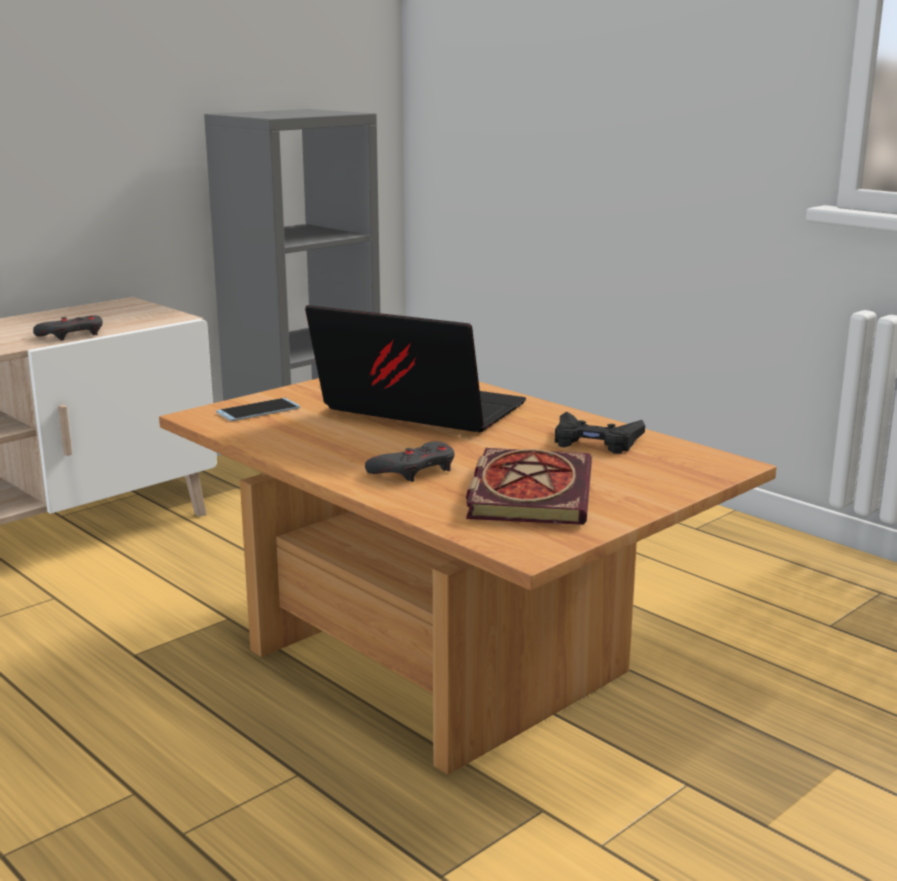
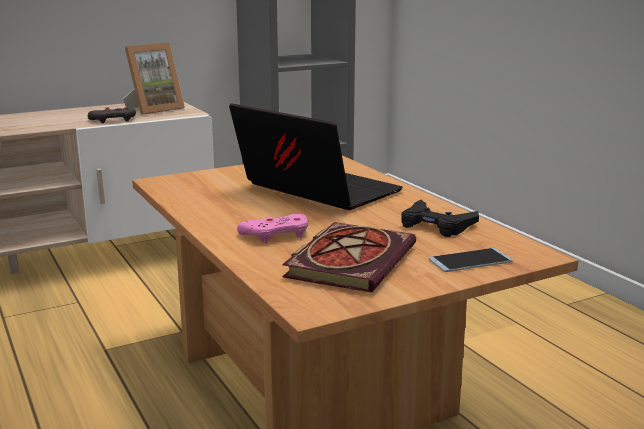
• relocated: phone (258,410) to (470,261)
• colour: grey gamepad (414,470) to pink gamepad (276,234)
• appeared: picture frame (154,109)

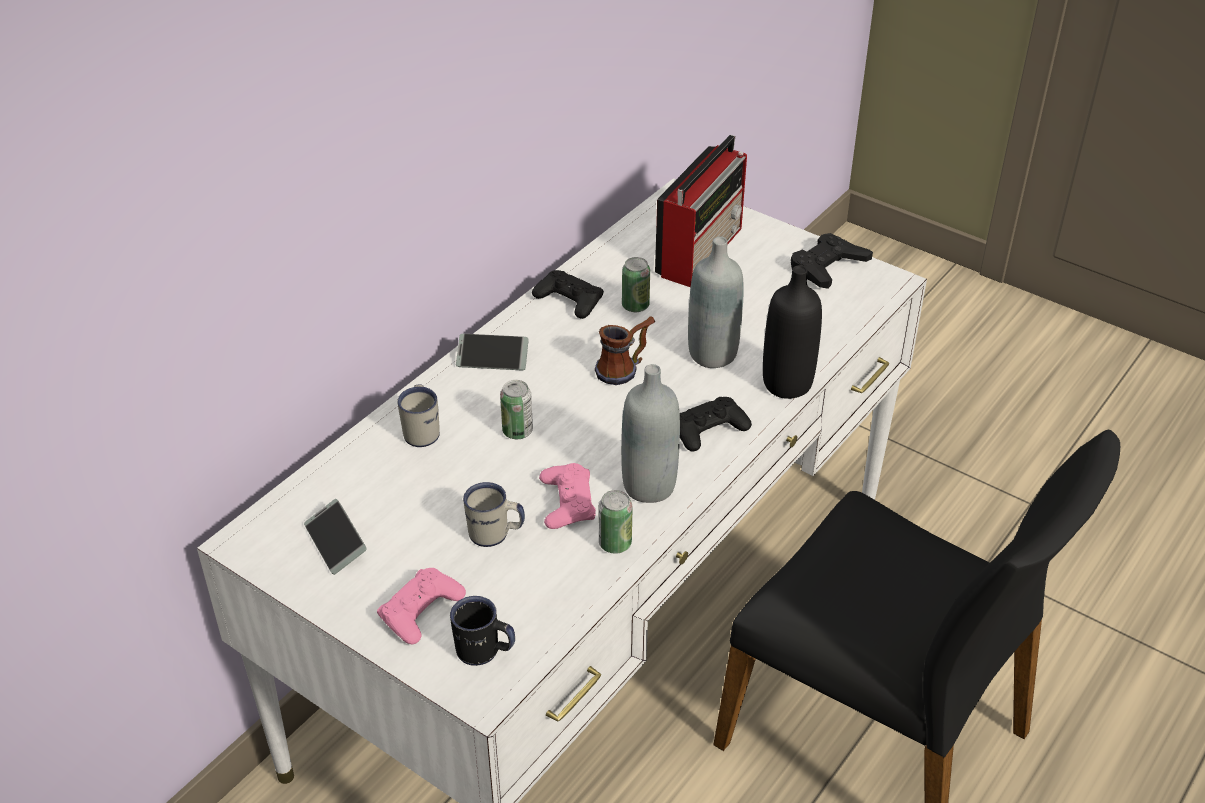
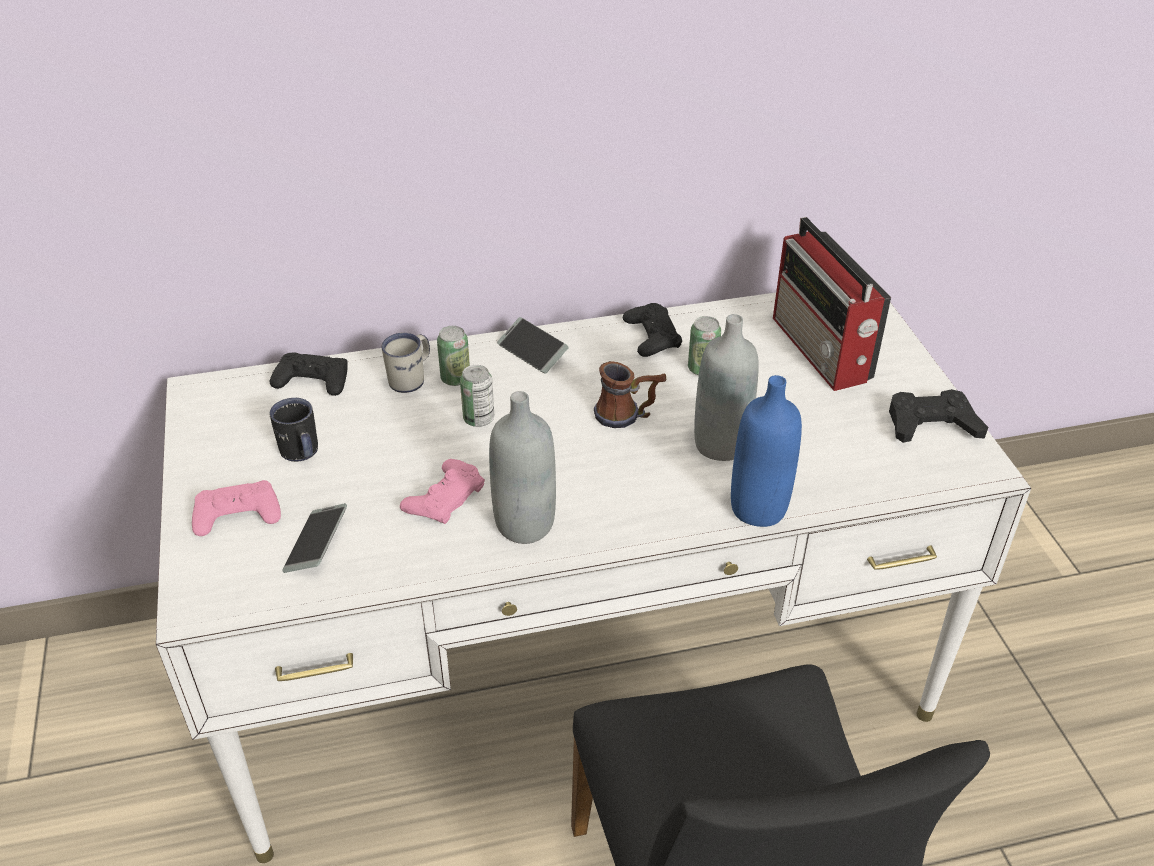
• relocated: phone (336,542) to (316,544)
• relocated: blackish tea mug (484,652) to (301,454)
• missing: white-coloured tea mug (495,535)
• relocated: can (615,543) to (455,378)
• spun: radio (701,250) = (822,351) 90 degrees clockwise
• relocated: blackish gamepad (709,429) to (312,380)
• colour: blackish bottle (787,384) to bluish bottle (758,508)

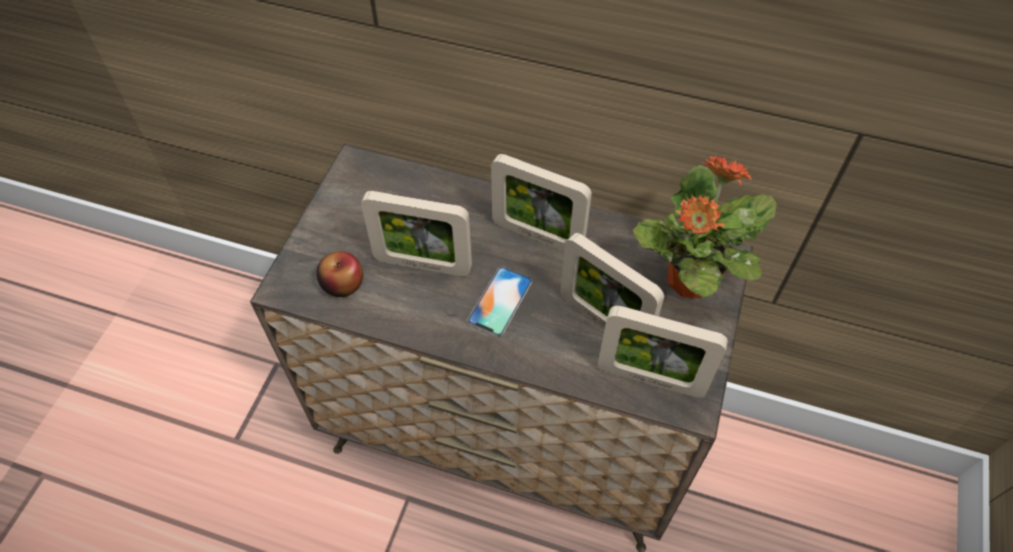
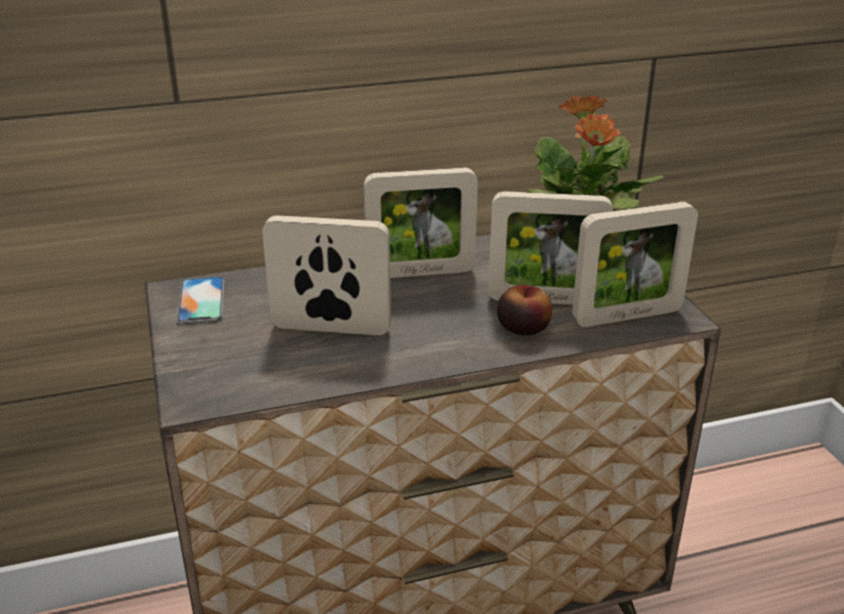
• relocated: apple fruit (343,283) to (523,328)
• spun: picture frame (423,265) = (331,328) 150 degrees counterclockwise
• relocated: phone (500,301) to (201,300)

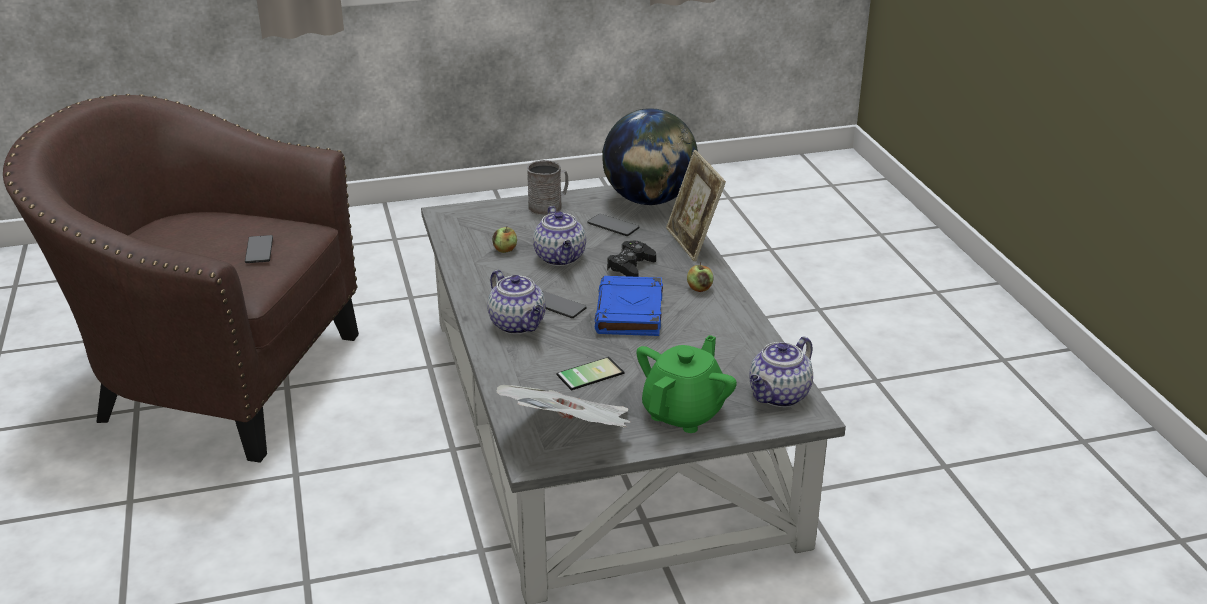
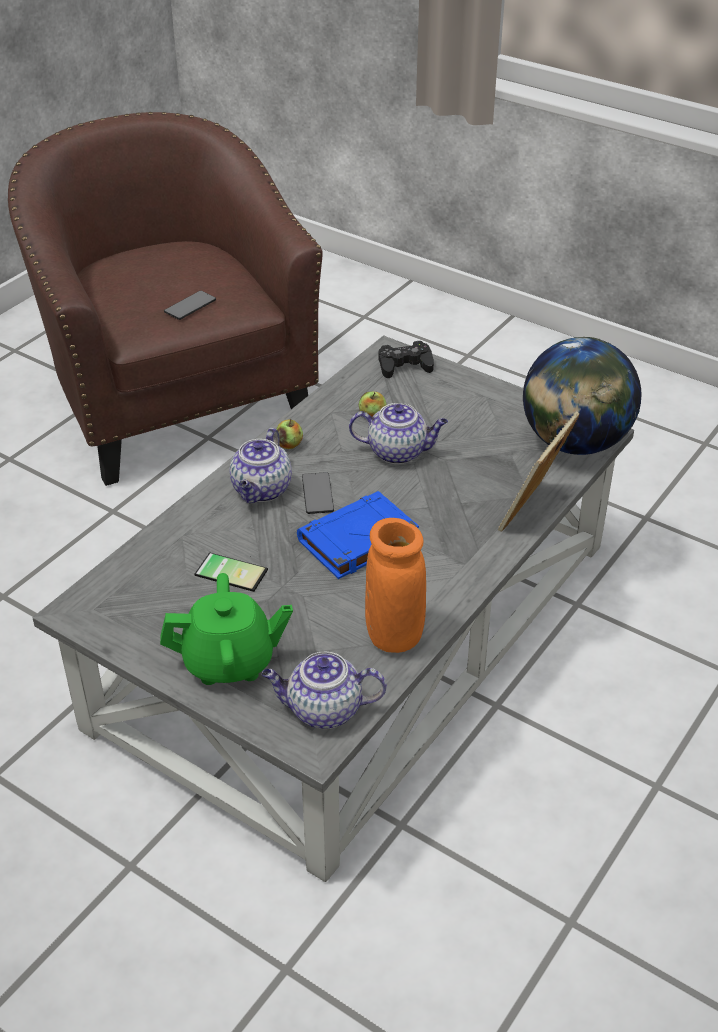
• missing: printed paper (571,435)
• missing: grey tea mug (549,206)
• spun: teapot (560,258) = (398,452) 120 degrees counterclockwise
• missing: phone (613,226)
• relocated: blackish gamepad (631,266) to (404,365)
• relocated: apple fruit (699,288) to (289,444)
• appeared: orange-coloured decorative vase (394,634)

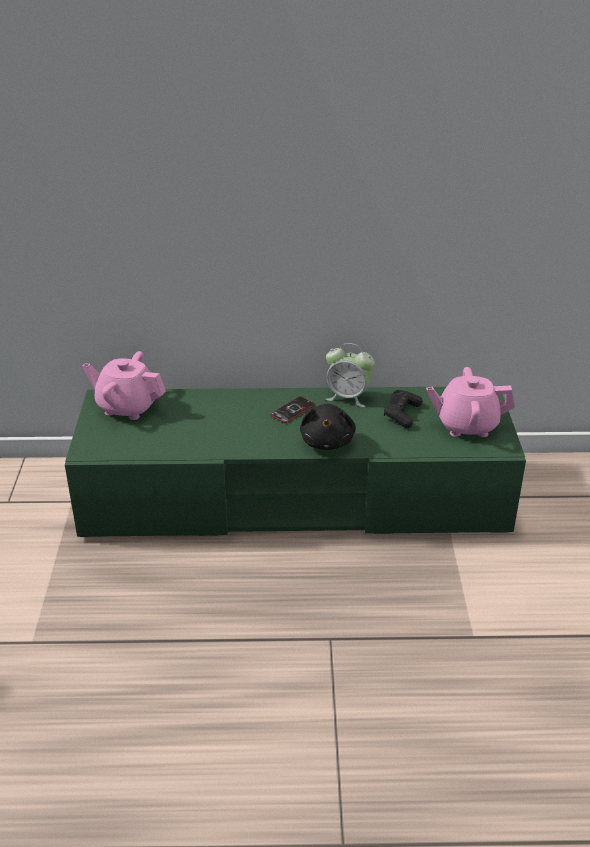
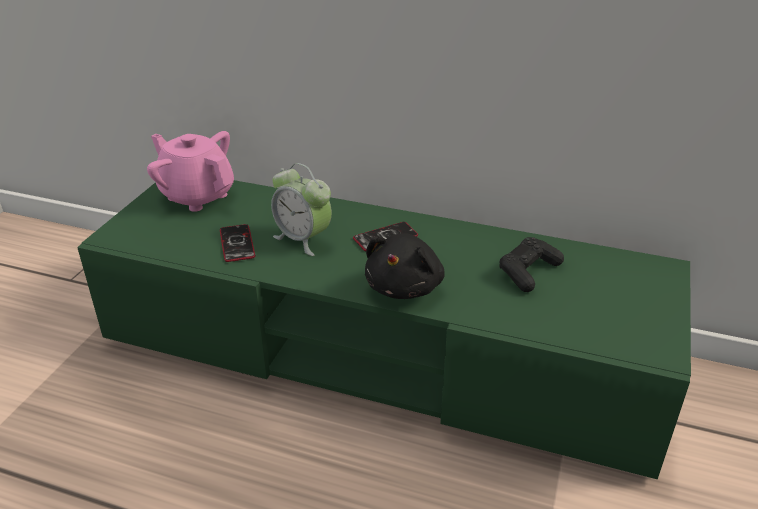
• relocated: alarm clock (348,397) to (303,239)
• missing: pink teapot (466,425)
• appeared: phone (237,244)

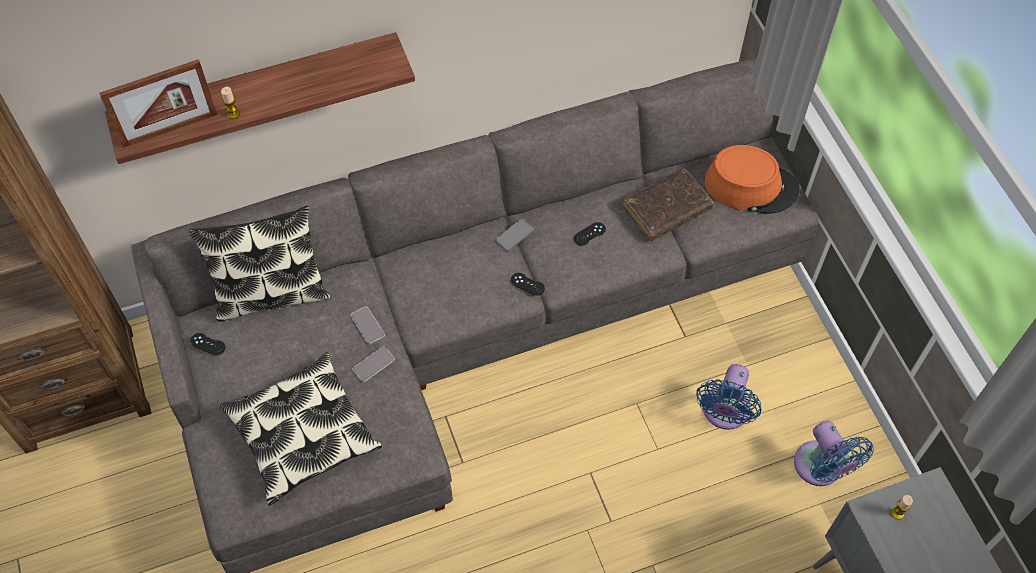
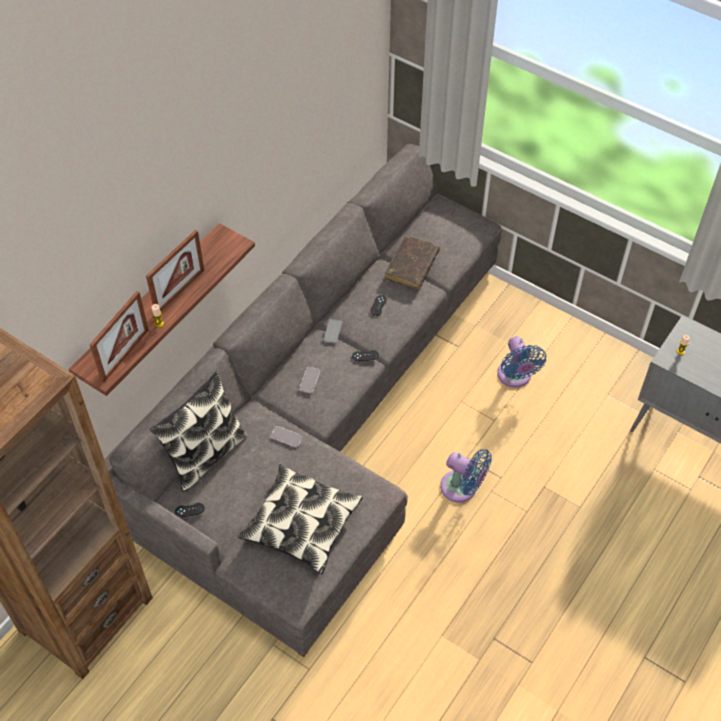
• relocated: phone (373,364) to (309,380)
• missing: orange-coloured clothing hat (751,186)
• relocated: bluish electric fan (821,469) to (462,488)
• appeared: picture frame (180,291)

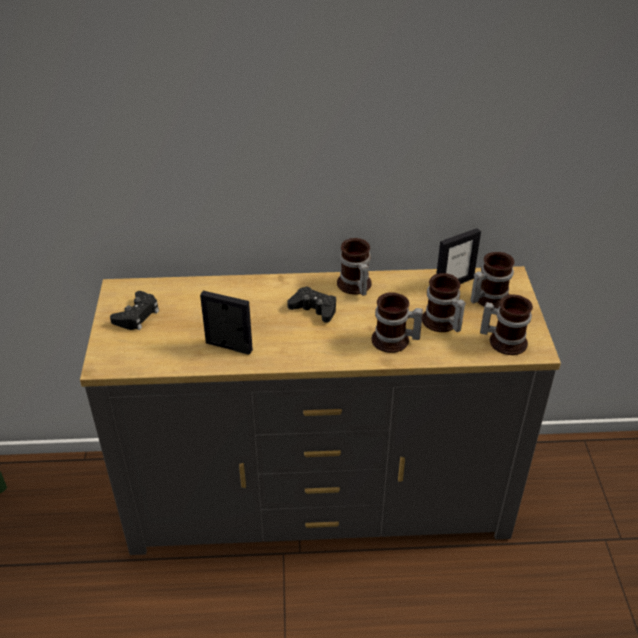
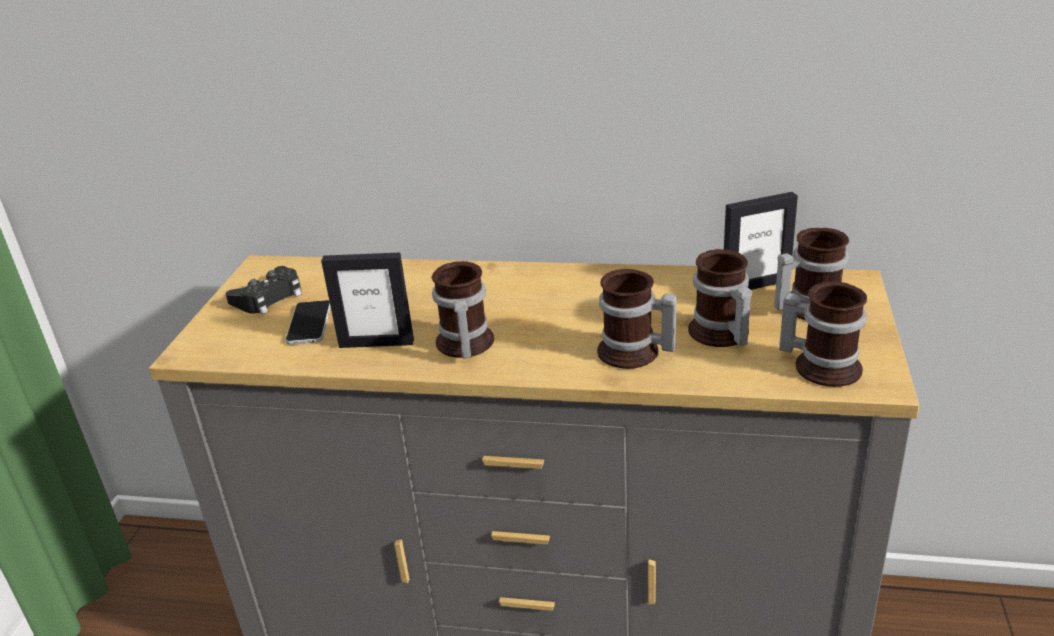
• spun: picture frame (228,347) = (376,343) 150 degrees clockwise
• missing: blackish gamepad (314,309)
• relocated: tea mug (354,286) to (462,345)
• appeared: phone (309,323)

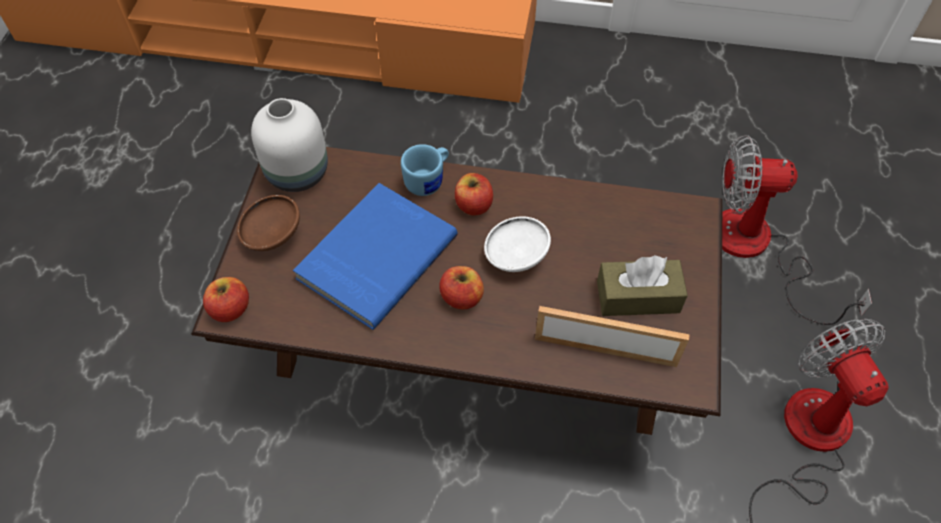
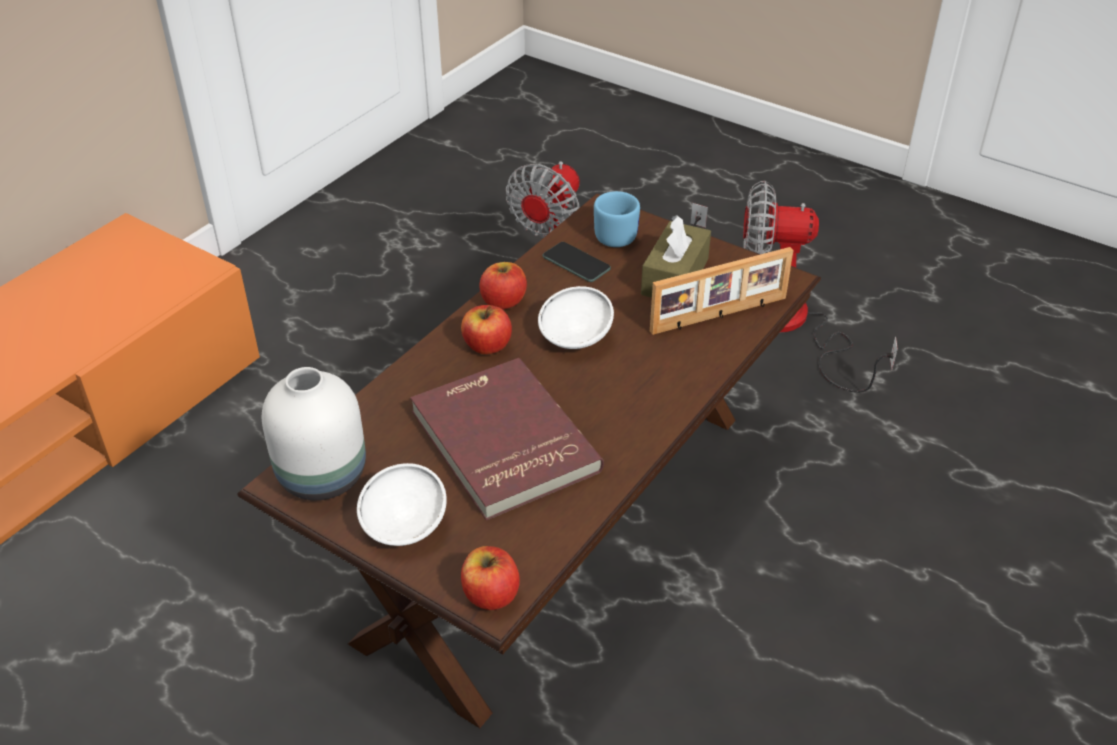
• colour: brown bowl (271,235) to white-coloured bowl (403,526)
• colour: bluish volume (375,256) to red volume (501,442)
• relocated: bluish tea mug (428,180) to (613,234)
• relocated: apple fruit (461,297) to (503,301)
• spun: picture frame (605,348) = (719,316) 150 degrees counterclockwise
• appeared: phone (576,263)

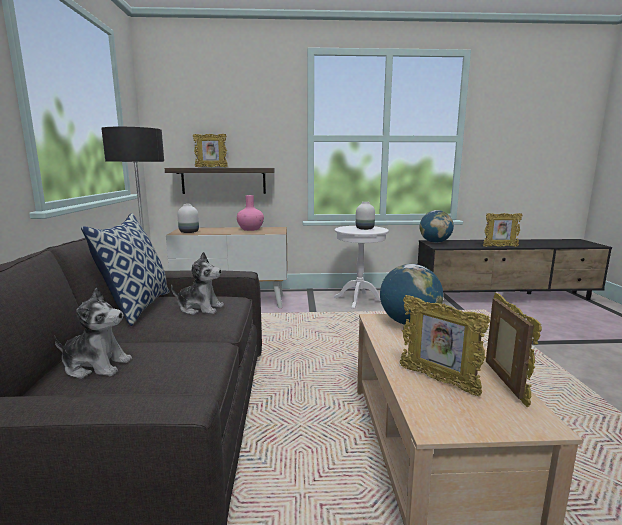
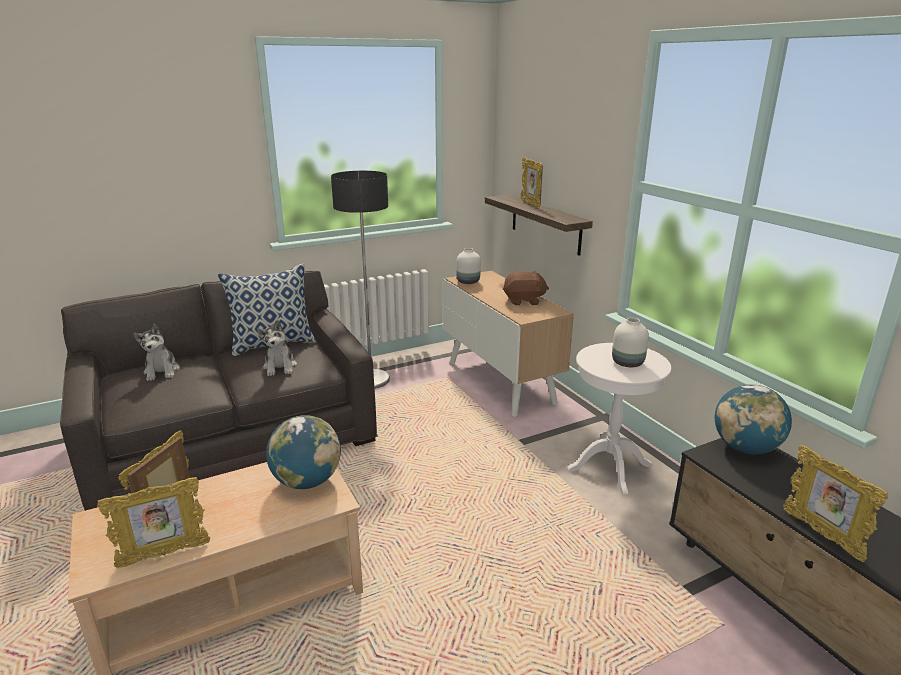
• exchanged: pink decorative vase (250,229) to brown soft toy (524,301)

